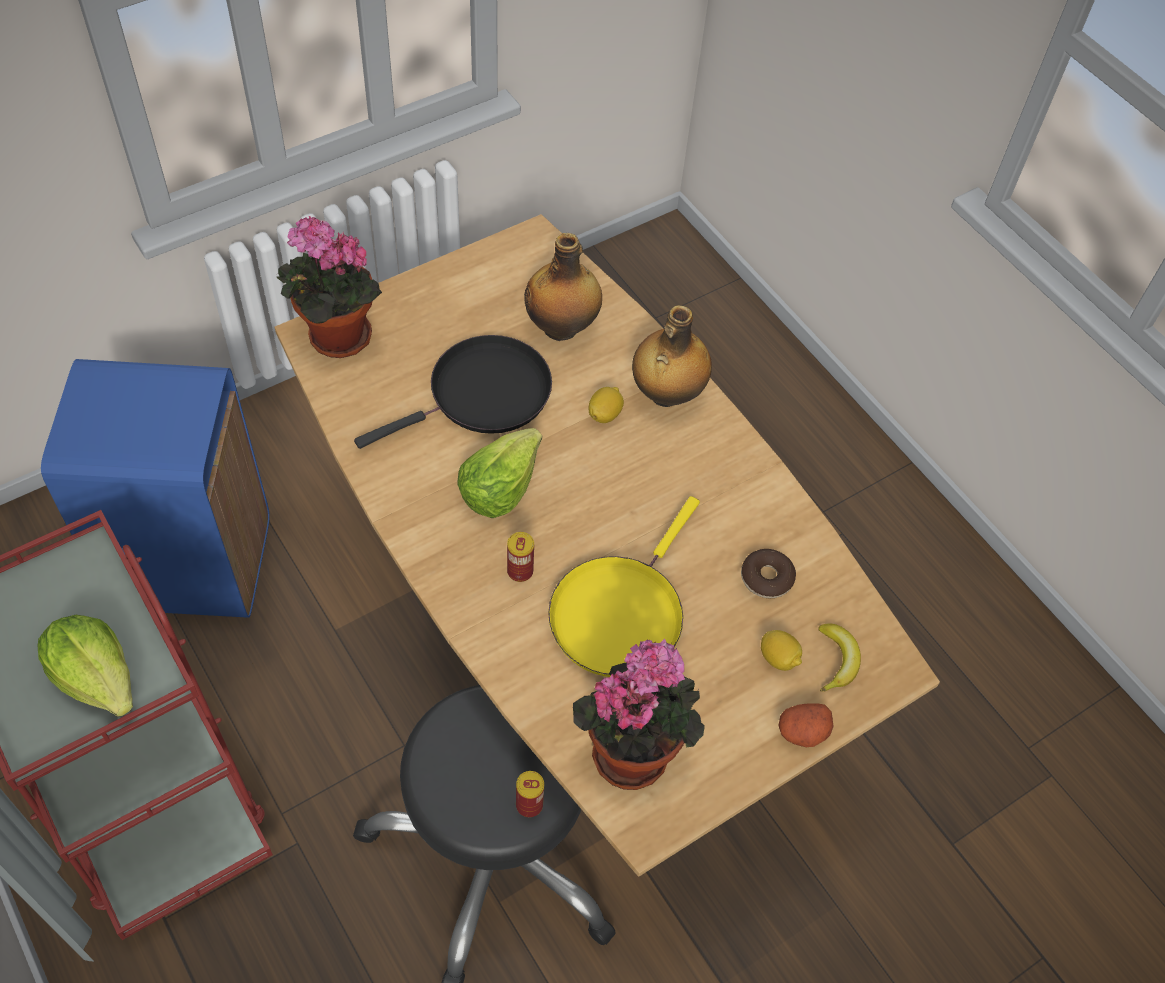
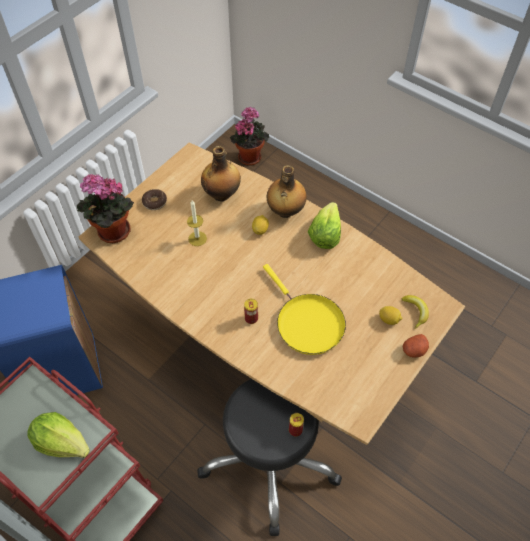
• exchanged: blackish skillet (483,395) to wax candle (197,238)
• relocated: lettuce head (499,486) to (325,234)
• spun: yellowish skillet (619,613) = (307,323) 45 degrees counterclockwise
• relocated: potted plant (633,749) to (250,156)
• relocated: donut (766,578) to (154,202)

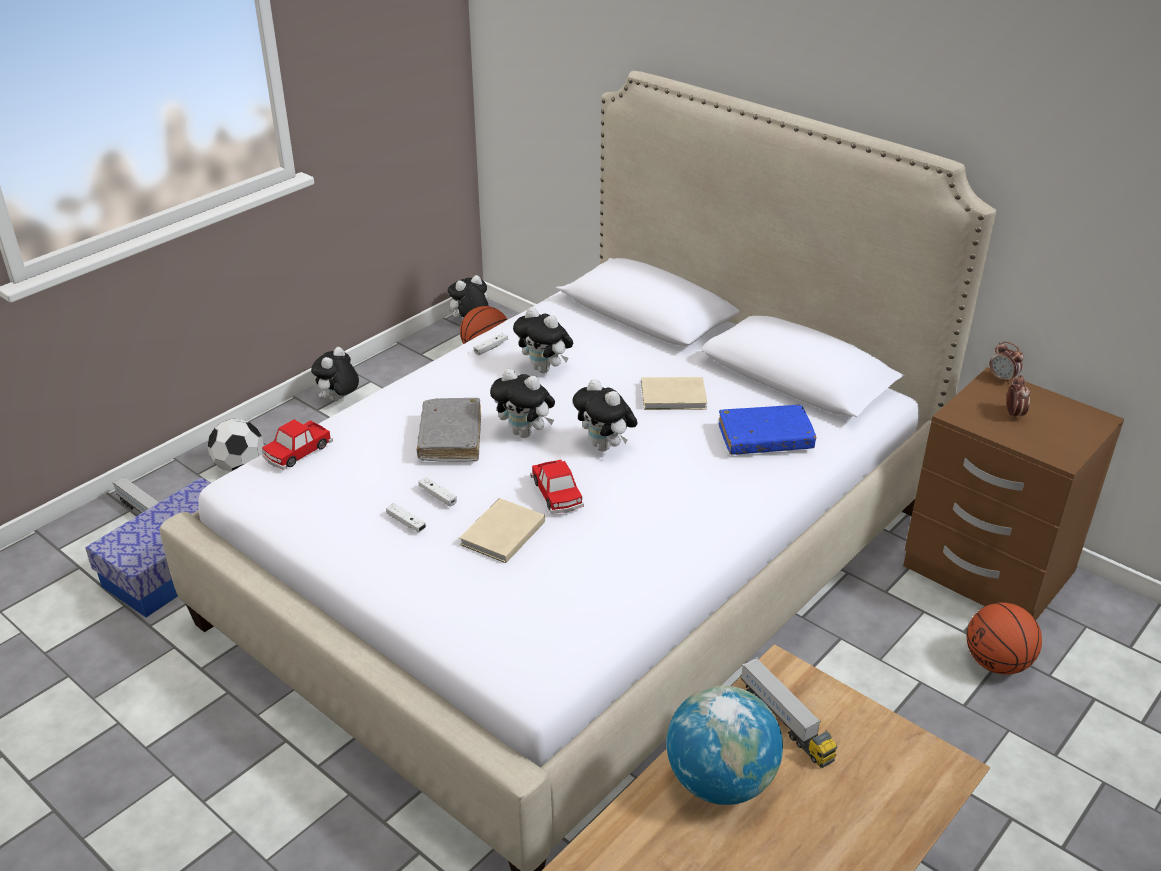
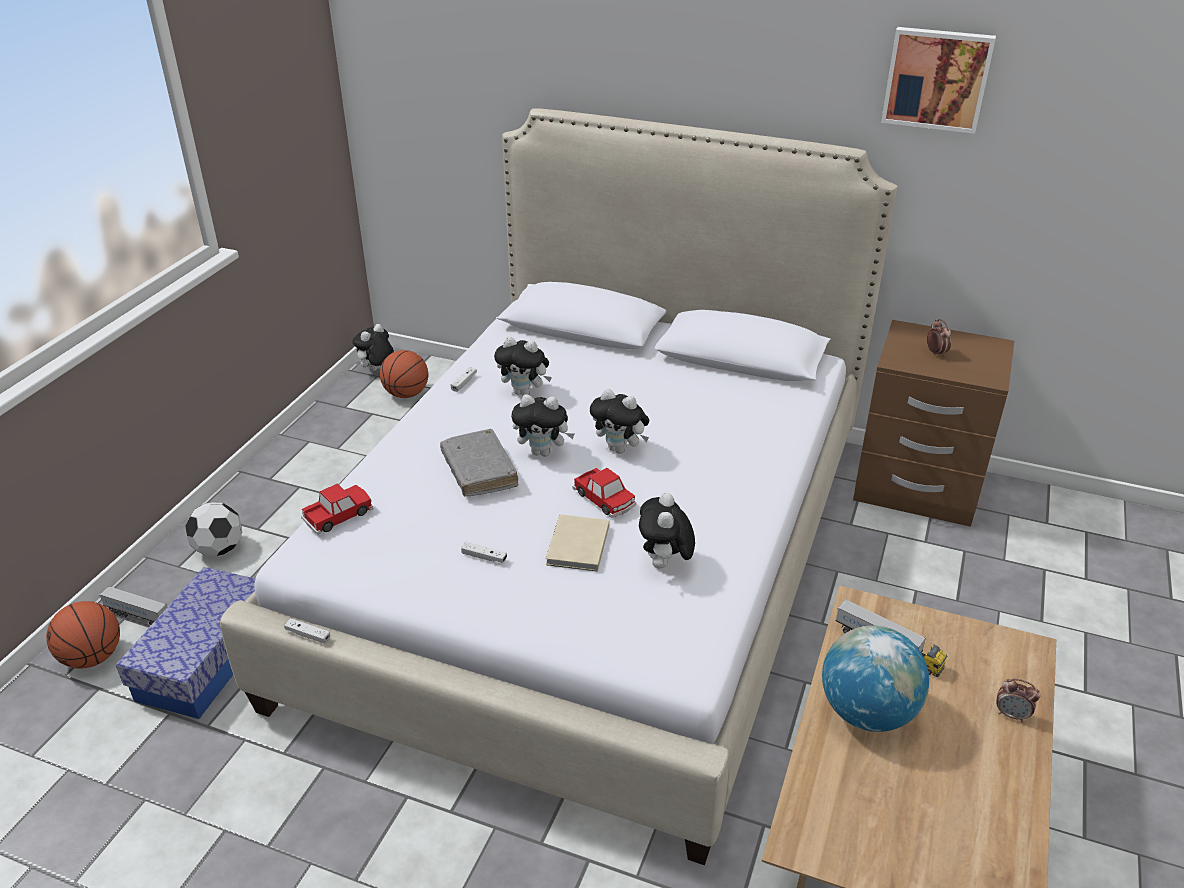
• spun: model car (297,452) = (339,515) 150 degrees counterclockwise
• relocated: soft toy (338,400) to (664,565)
• relocated: white-coloured gamepad (438,496) to (308,635)
• missing: sand-coloured volume (675,397)
• missing: bluish volume (765,439)
• relocated: basketball ball (997,663) to (93,657)
• relocated: alarm clock (1002,379) to (1011,715)
• appeared: picture (937,79)

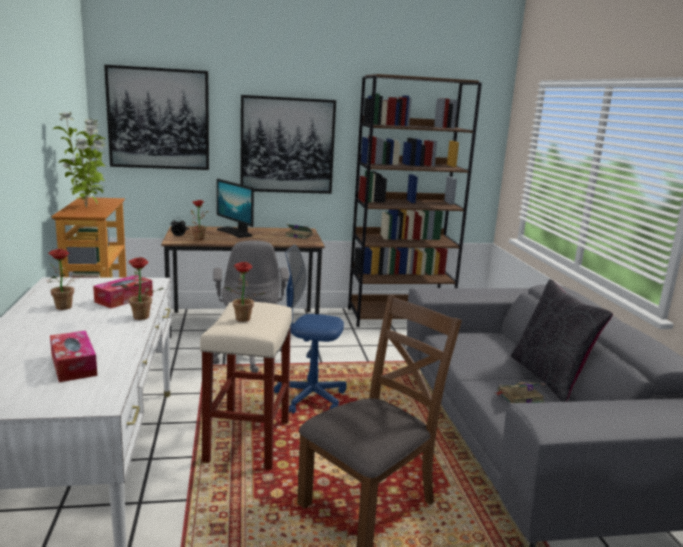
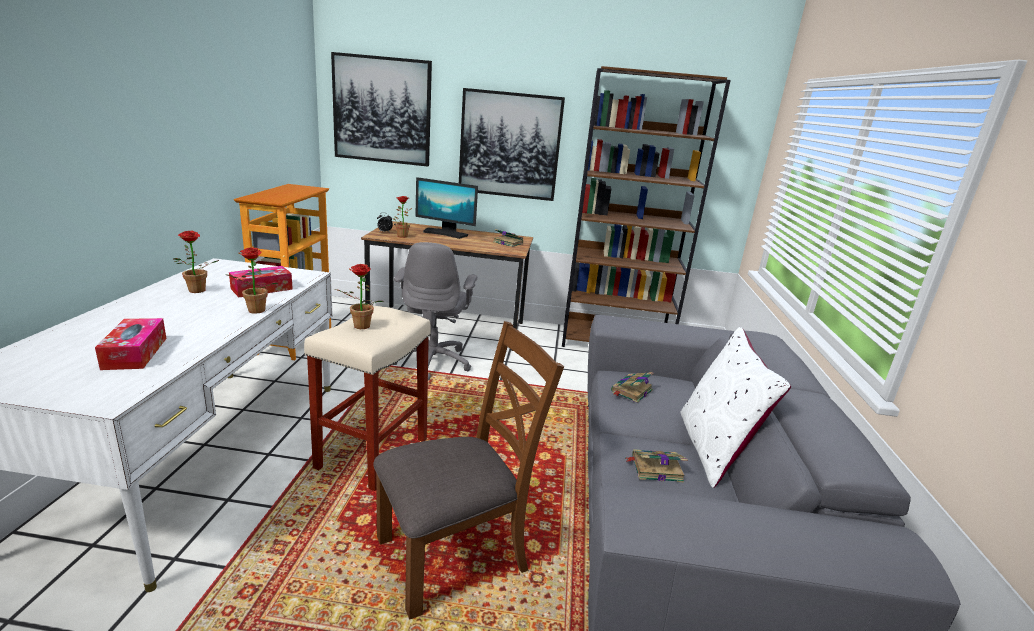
• missing: potted plant (87,208)
• spun: computer screen (235,232) = (445,233) 45 degrees counterclockwise
• missing: bluish desk chair (310,398)
• colour: blackish cushion (549,377) to white-coloured cushion (714,449)
• appeared: volume (631,391)

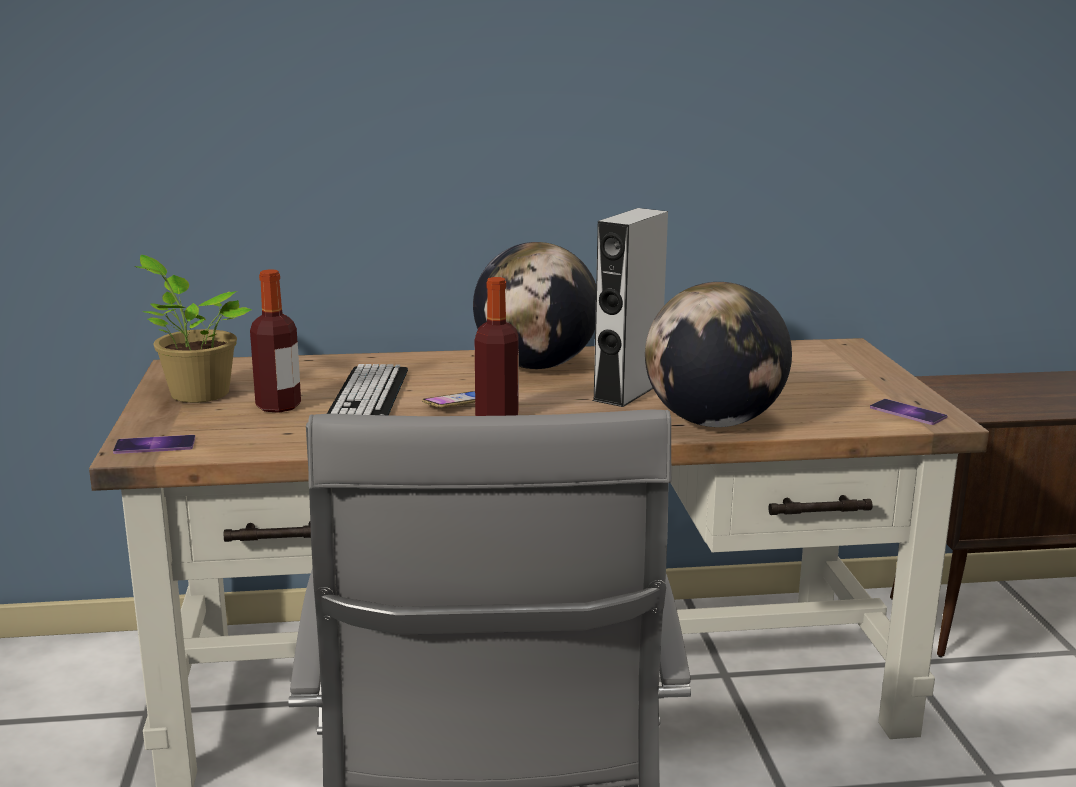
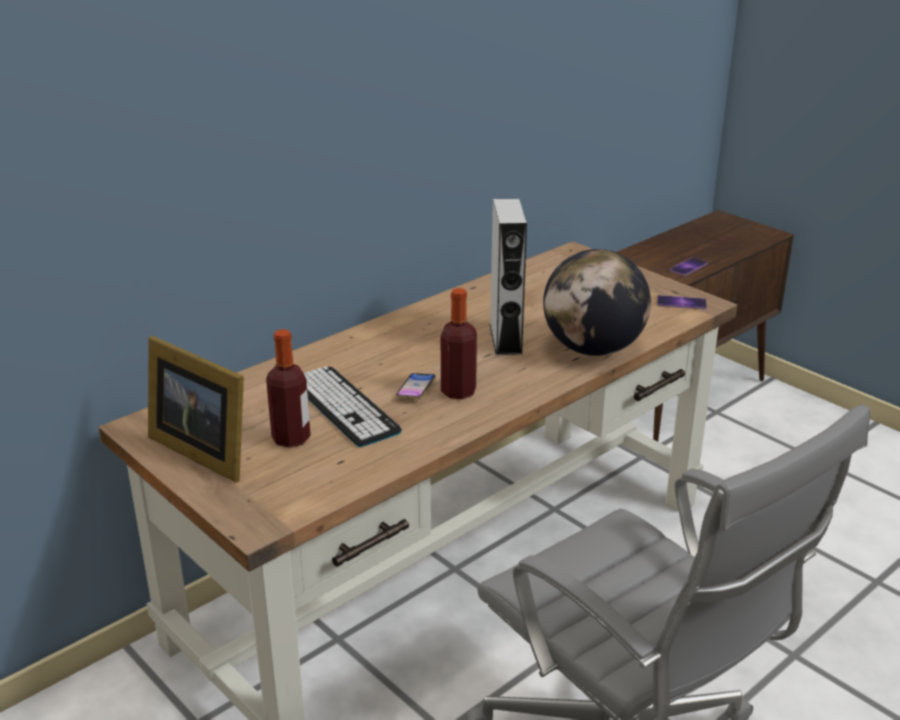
• relocated: phone (155,445) to (688,267)
• exchanged: potted plant (196,393) to picture frame (202,449)
• missing: desk globe (535,366)

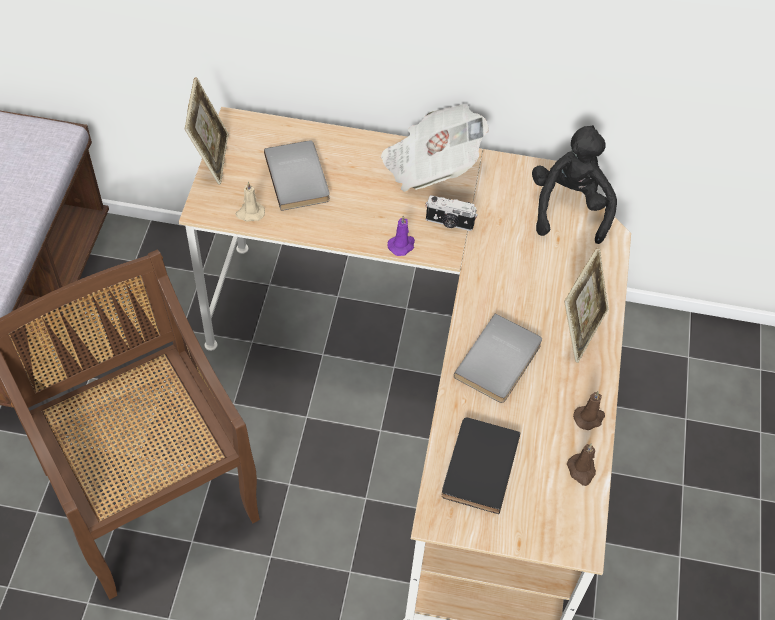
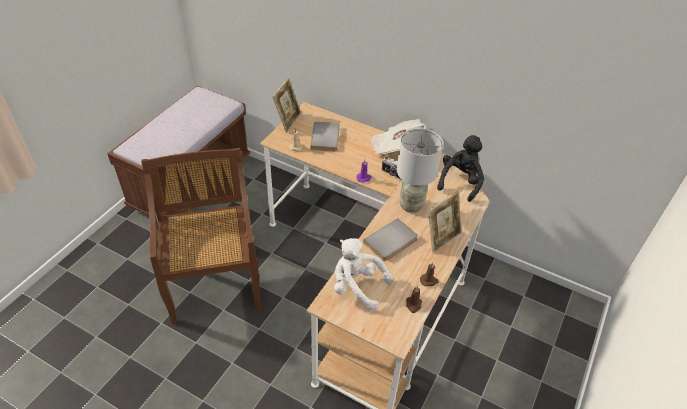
• exchanged: blackish volume (477,466) to white-coloured soft toy (357,286)
• appeared: grey lamp for a table (411,205)

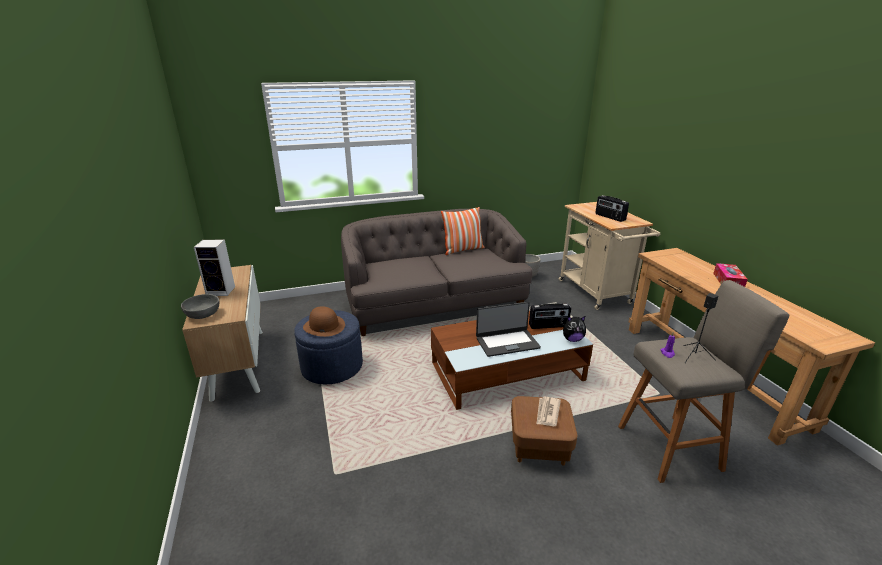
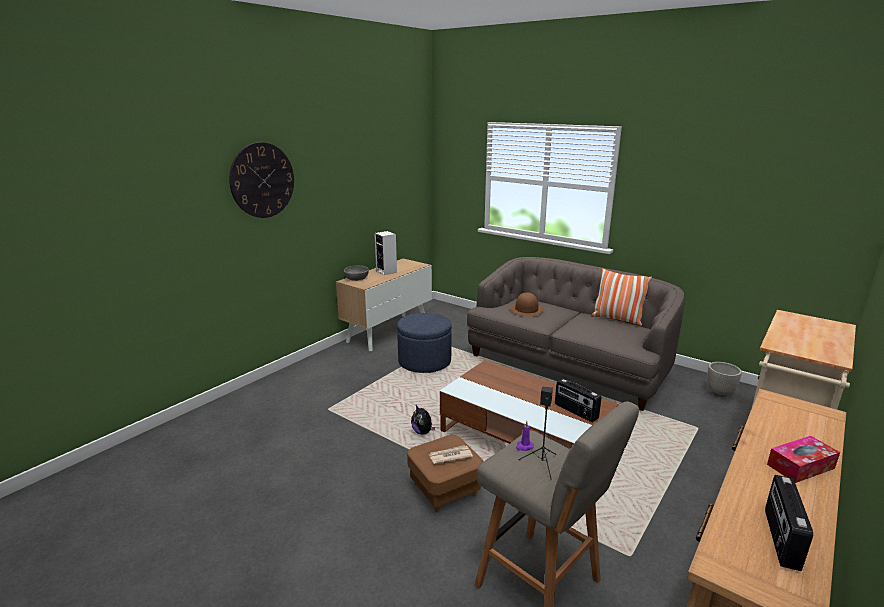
• relocated: brown clothing hat (324,326) to (526,309)
• missing: portable computer (507,342)
• relocated: soft toy (572,339) to (422,432)
• relocated: radio (609,217) to (780,539)
• appeared: wall clock (262,180)

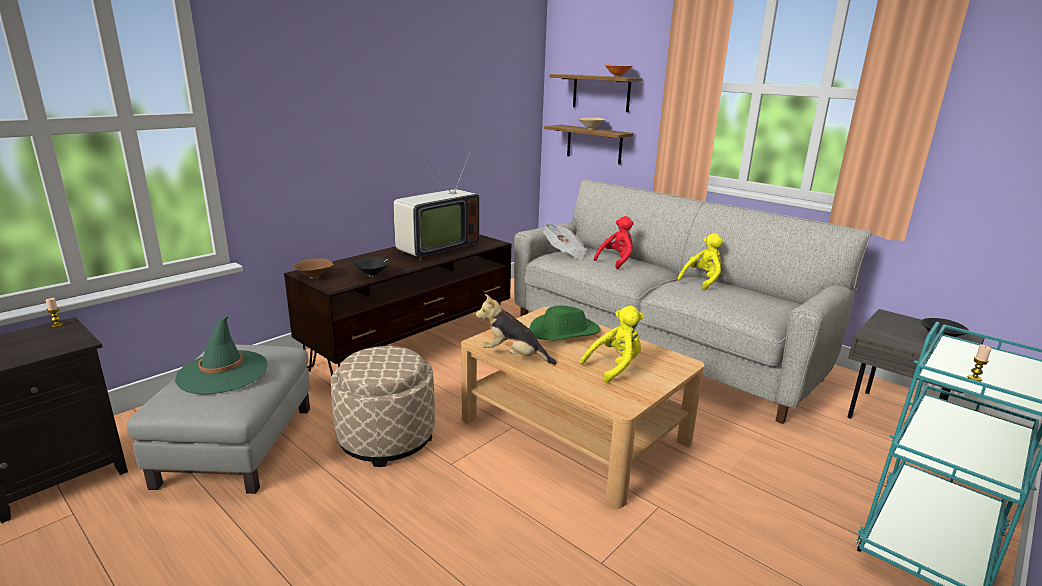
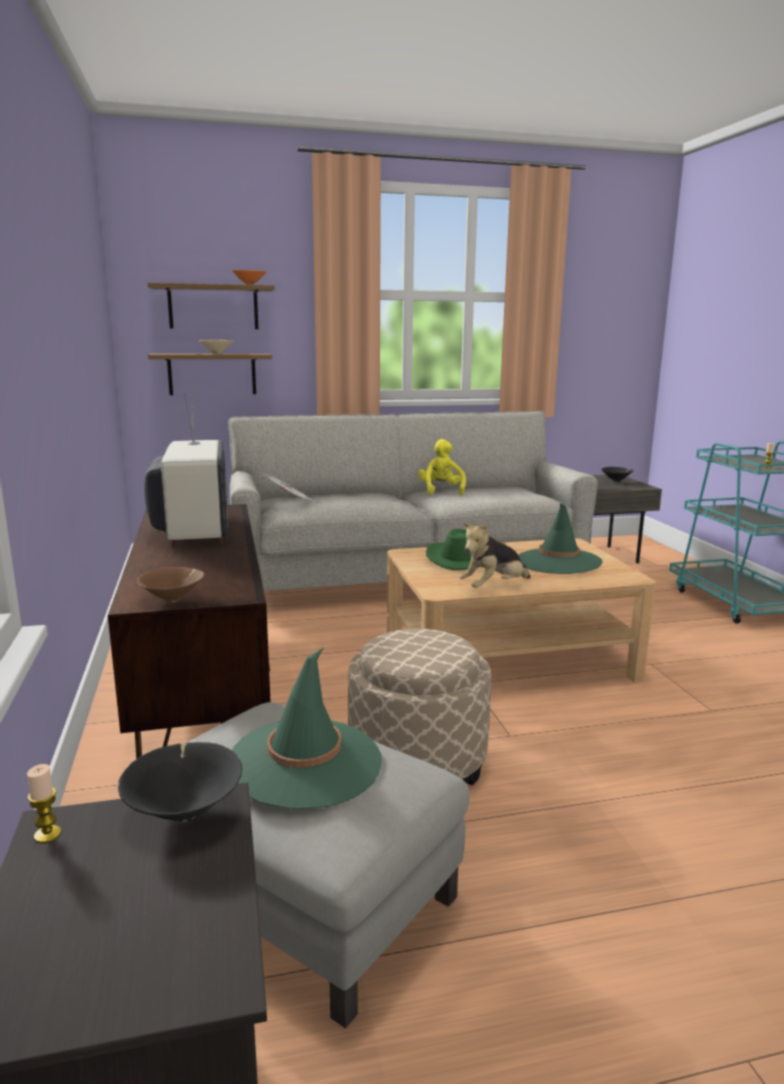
• relocated: blackish bowl (373,275) to (185,811)
• exchanged: yellowish soft toy (615,367) to greenish clothing hat (558,562)
• missing: red soft toy (616,261)

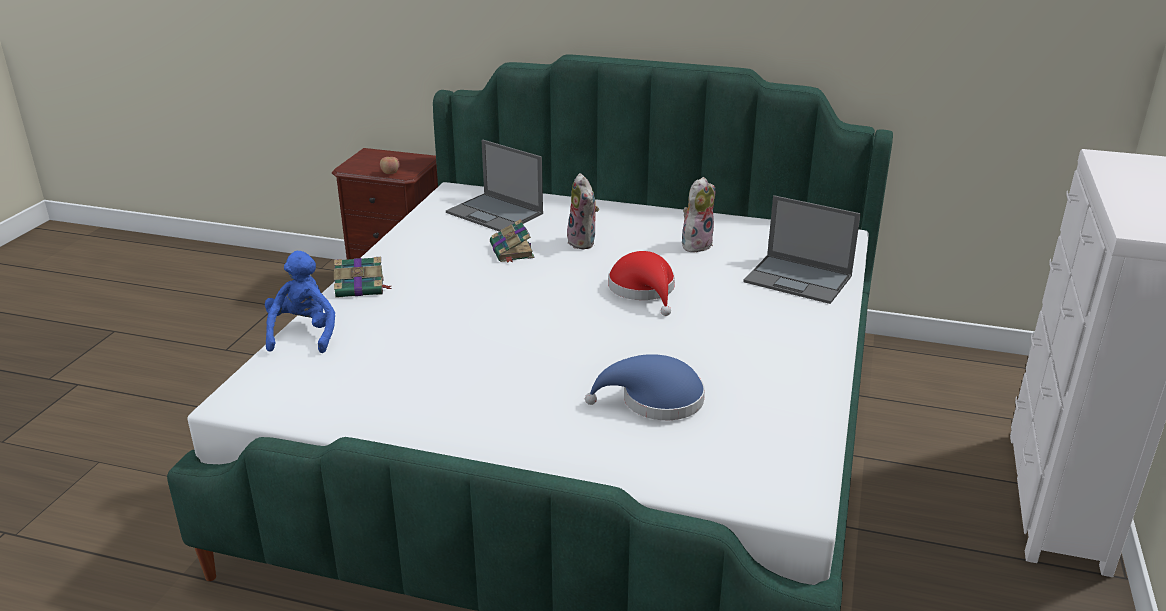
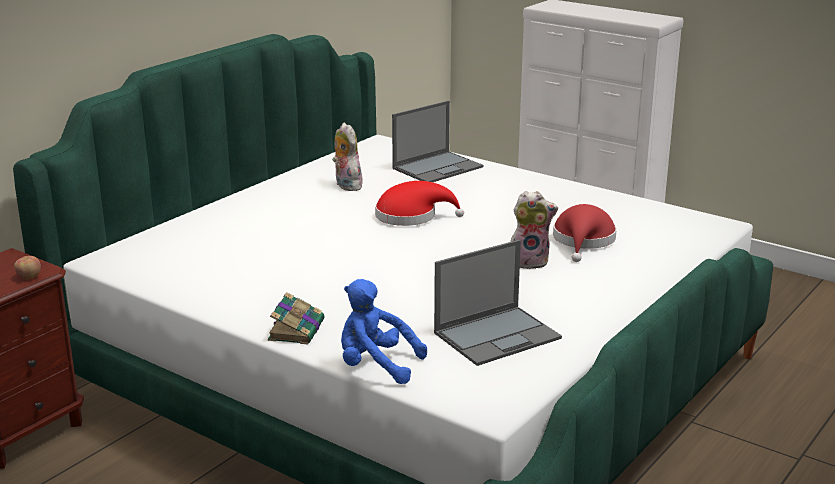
• relocated: portable computer (495,213) to (498,335)
• missing: volume (512,251)
• relocated: soft toy (584,242) to (530,262)
• colour: bluish clothing hat (655,401) to red clothing hat (583,241)

